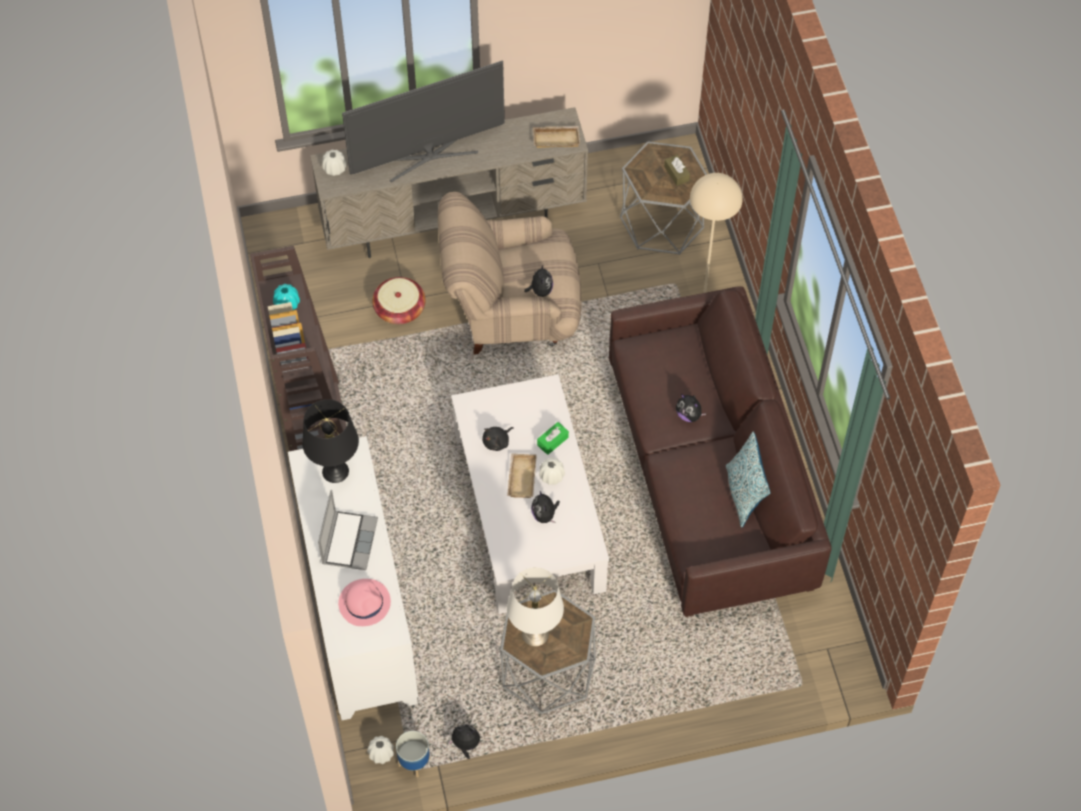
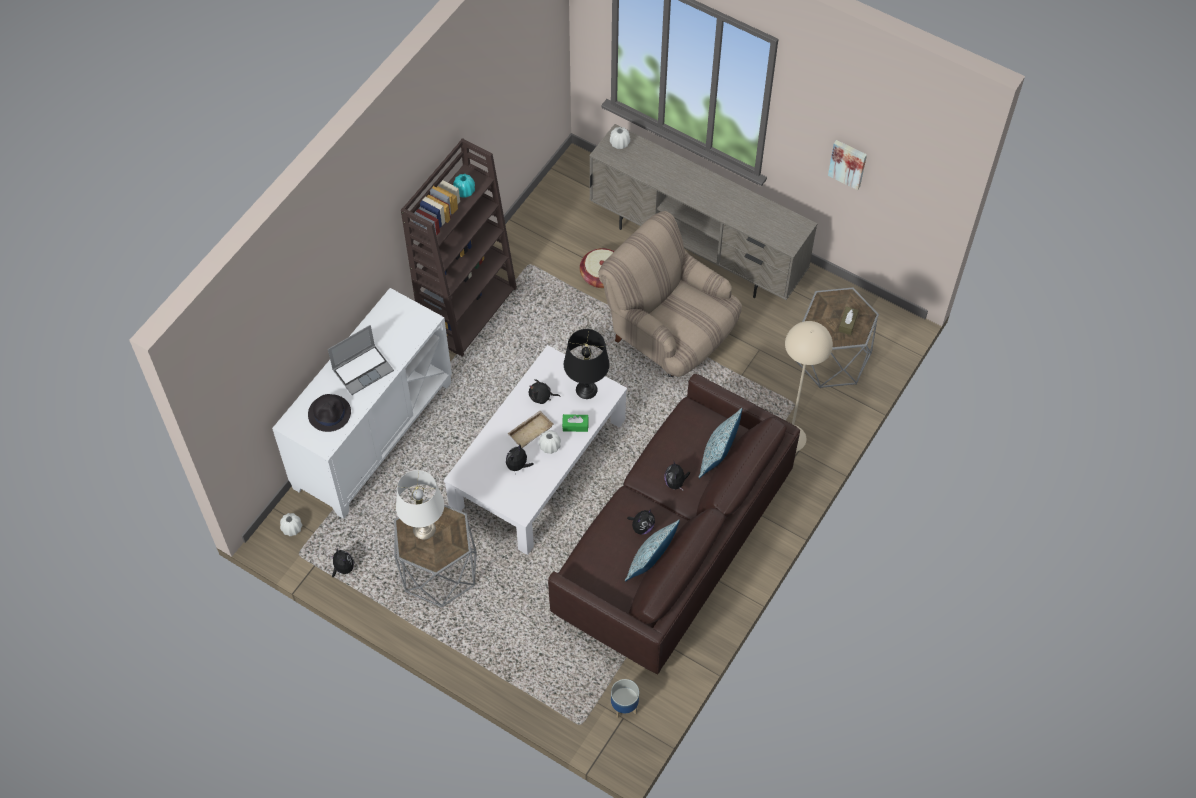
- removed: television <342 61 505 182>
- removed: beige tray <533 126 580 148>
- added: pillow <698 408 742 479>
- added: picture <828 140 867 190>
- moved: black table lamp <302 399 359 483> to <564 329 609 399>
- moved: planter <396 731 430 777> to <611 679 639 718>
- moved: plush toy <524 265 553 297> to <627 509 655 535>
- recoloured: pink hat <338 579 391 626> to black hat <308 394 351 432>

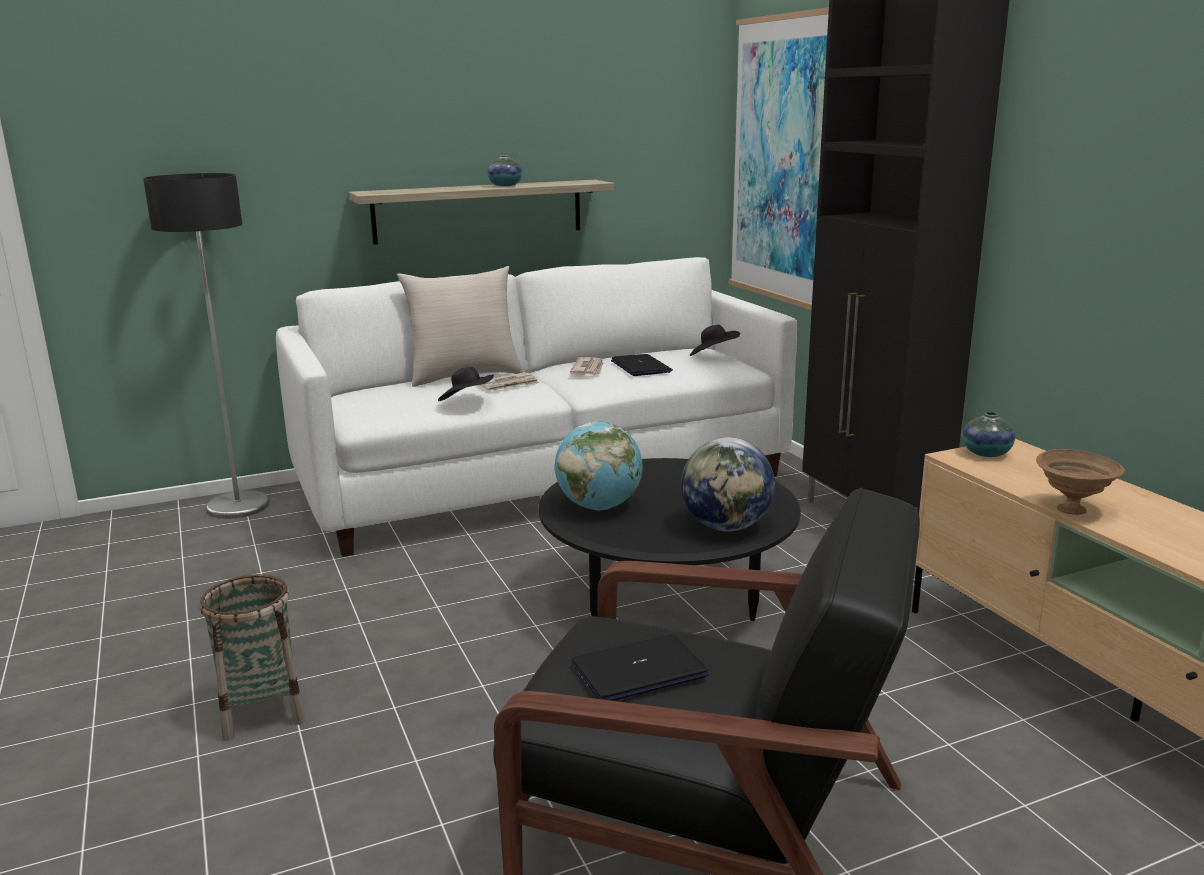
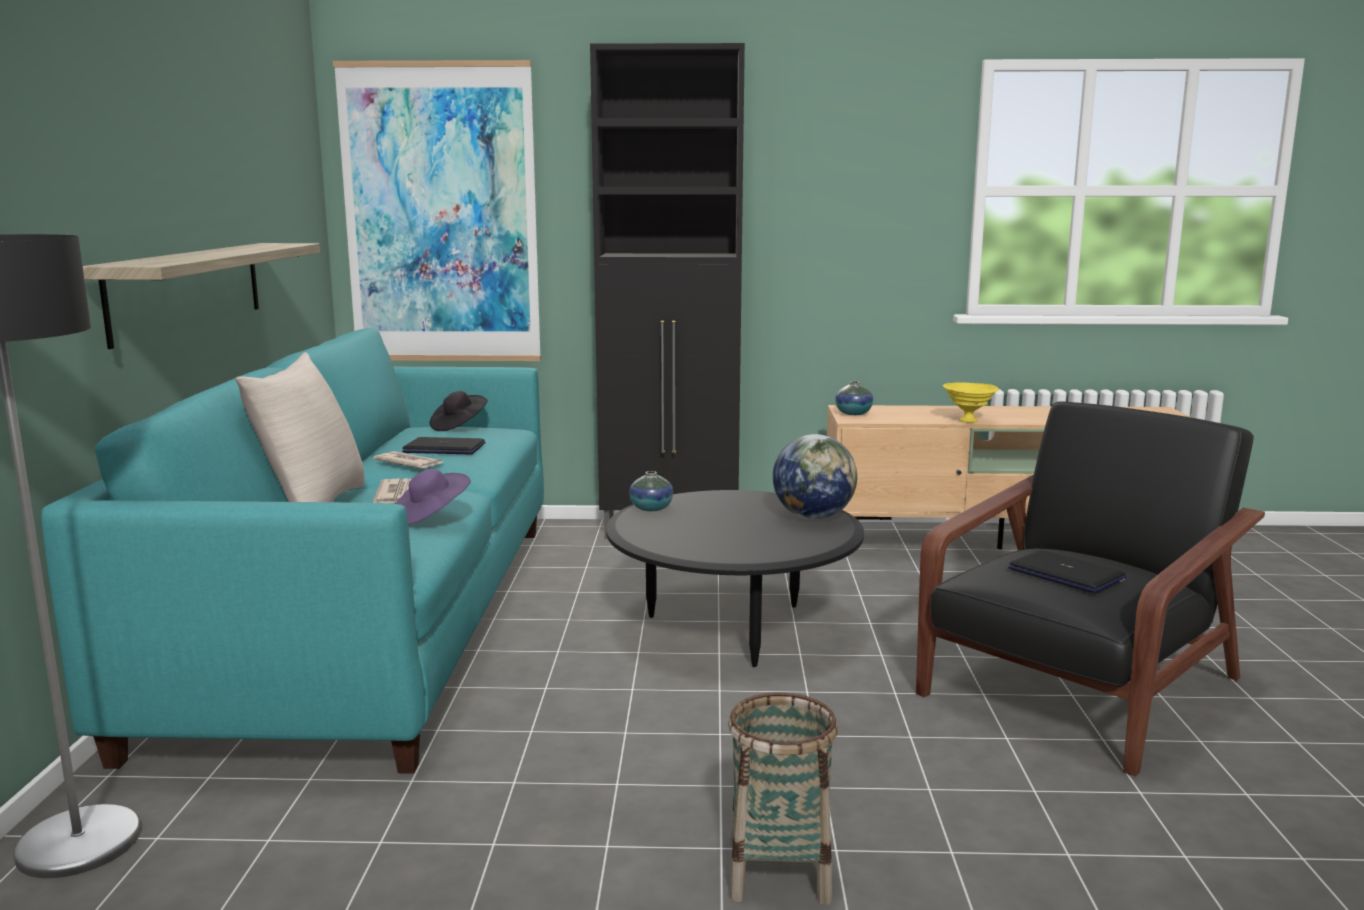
- removed: globe <555 421 643 510>
- moved: vase <487 155 522 186> to <629 471 673 511>
- recoloured: white sofa <276 257 797 557> to turquoise sofa <41 328 544 774>
- recoloured: black hat <438 367 494 401> to purple hat <395 469 471 525>
- recoloured: brown bowl <1036 449 1125 515> to yellow bowl <943 382 999 423>
- turned: laptop <572 634 709 701> = <1008 550 1126 594> 135 degrees clockwise

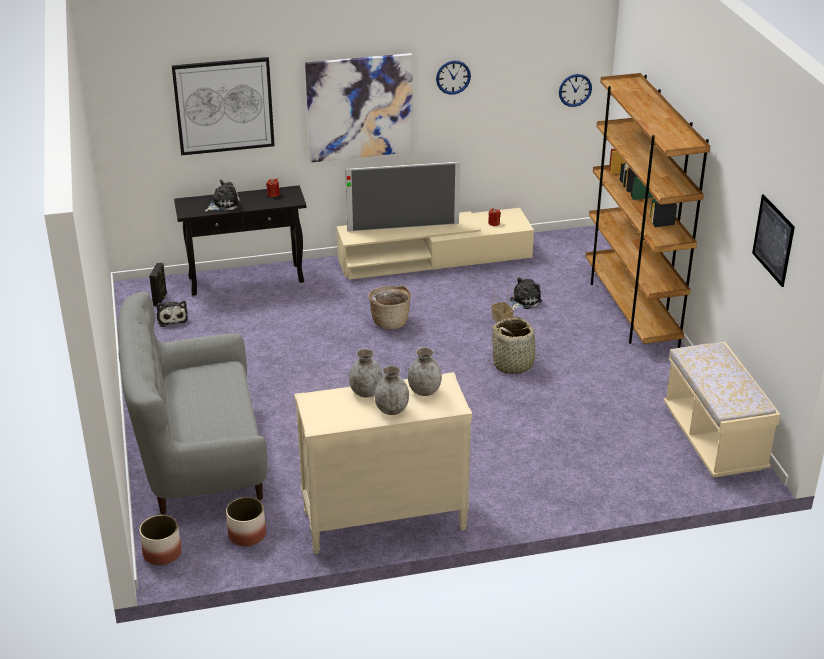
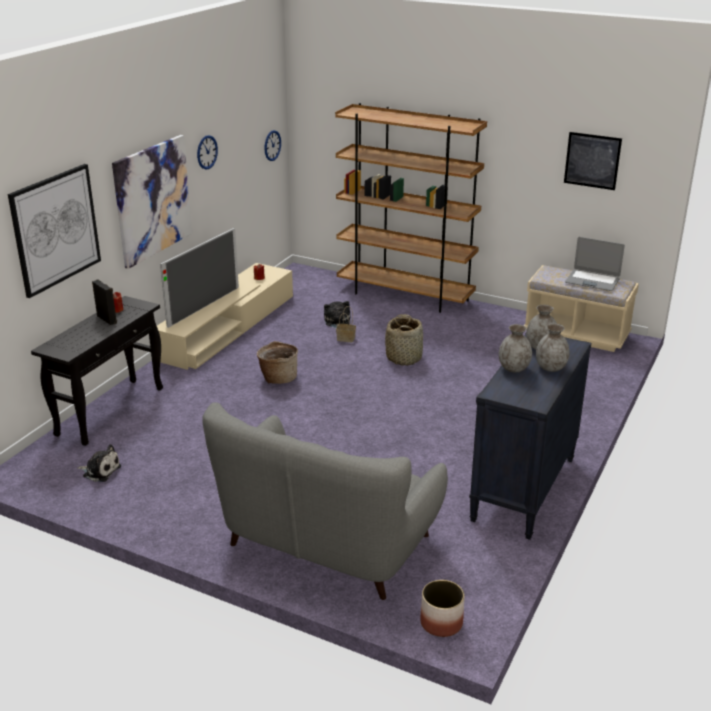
- removed: plush toy <205 180 242 212>
- removed: planter <226 497 266 546>
- added: laptop <565 237 625 291>
- moved: black speaker <149 263 167 306> to <92 279 117 325>
- recoloured: beige dresser <294 372 472 554> to black dresser <469 334 591 540>

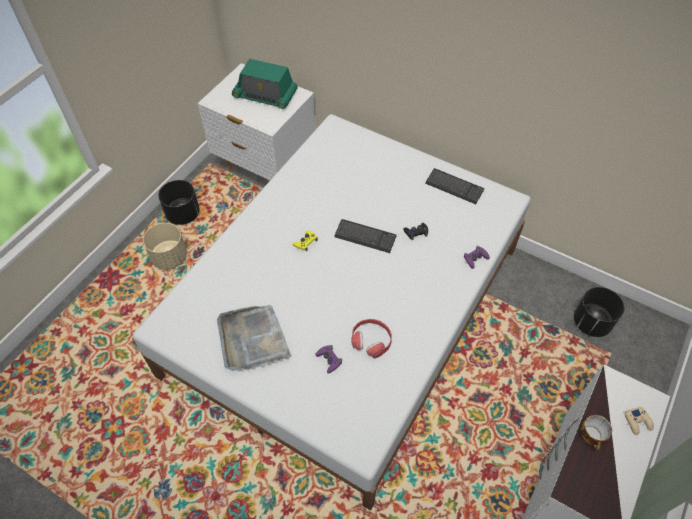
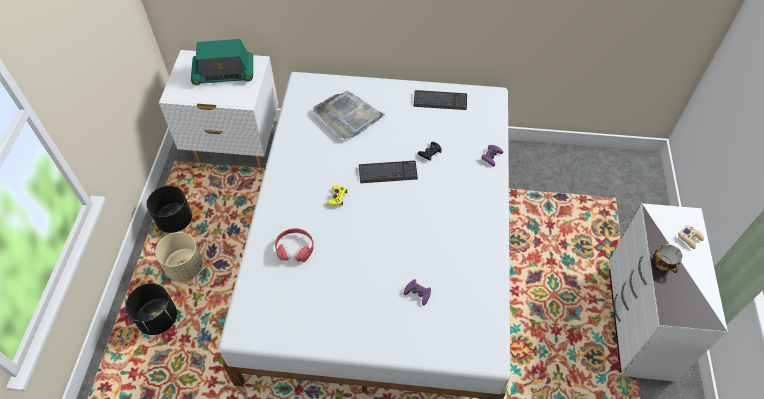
- moved: grey tray <217 305 291 371> to <313 91 386 139>
- moved: red headphones <351 319 392 358> to <275 228 314 262>
- moved: black planter <574 287 624 337> to <126 283 177 335>

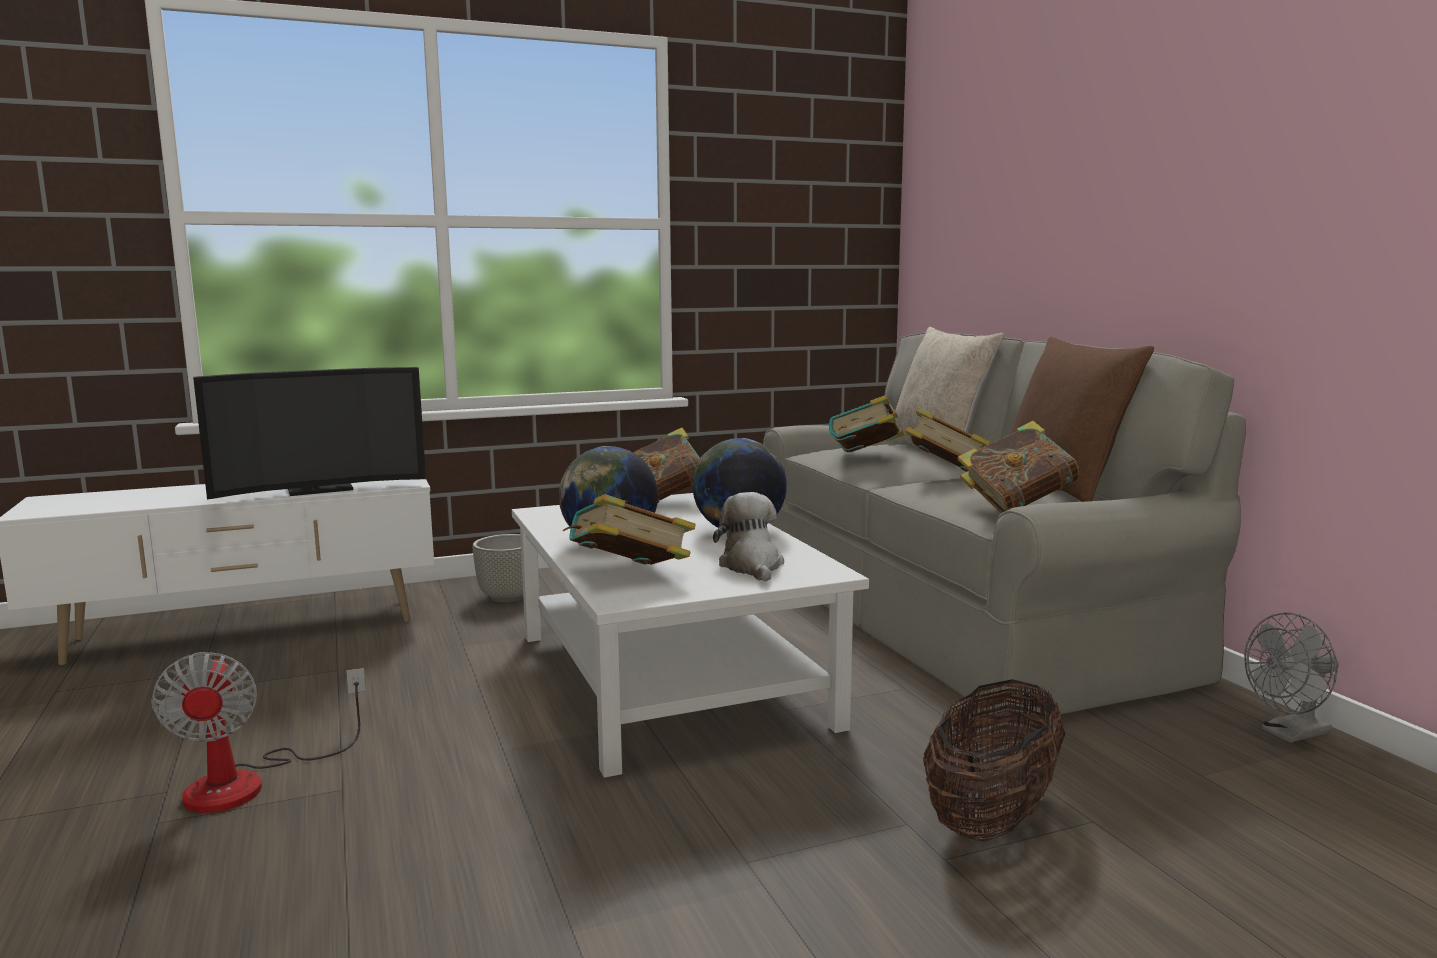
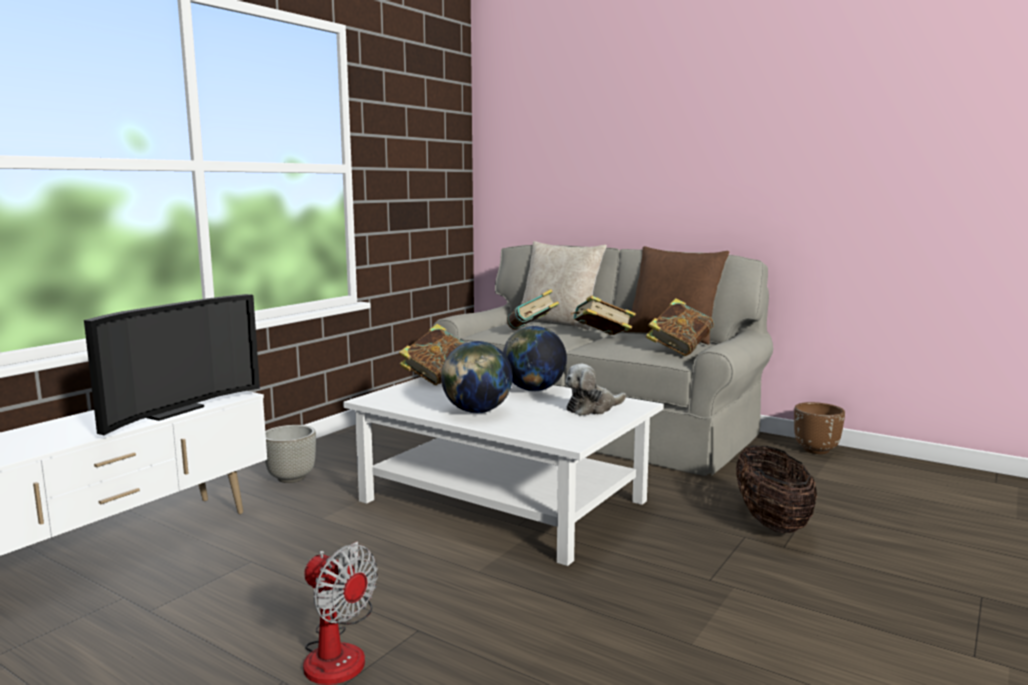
- removed: book <563 494 696 565>
- replaced: grey fan <1244 613 1339 743> to brown planter <794 402 845 454>
- turned: plush toy <713 492 784 582> = <565 364 626 416> 75 degrees counterclockwise

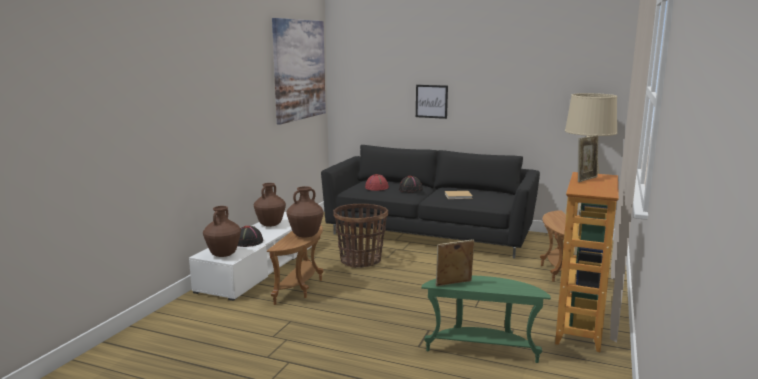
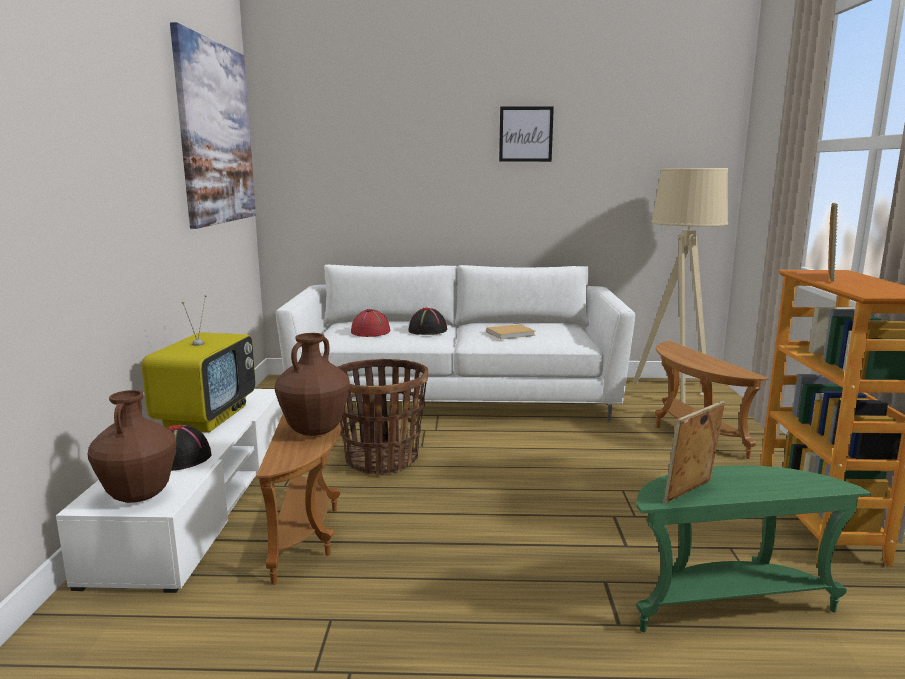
- moved: picture <416 85 448 119> to <499 107 554 162>
- replaced: brown vase <254 183 286 227> to television <141 295 256 433>
- recoloured: black sofa <321 145 540 259> to white sofa <276 265 635 422>

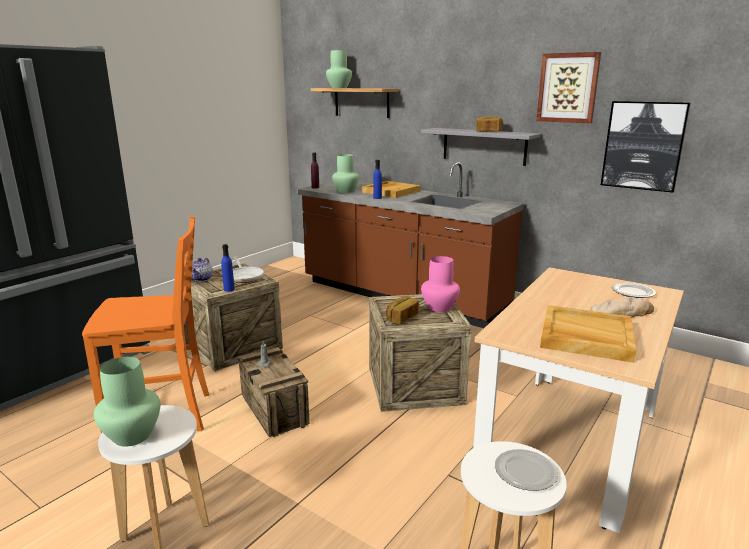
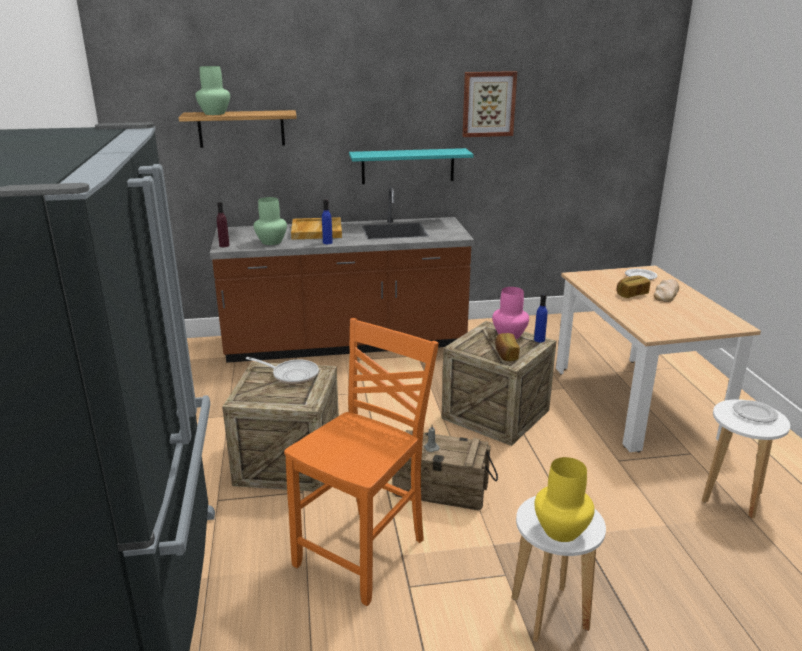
- removed: teapot <192 258 213 282>
- removed: beige tray <540 305 637 363>
- removed: picture <601 101 691 193>
- moved: blue bottle <221 244 235 292> to <534 294 548 342>
- moved: bread <476 116 503 132> to <617 276 650 298>
- recoloured: green vase <94 357 160 447> to yellow vase <534 457 595 542>
- recoloured: grey shelf <421 128 541 166> to turquoise shelf <349 148 473 184>

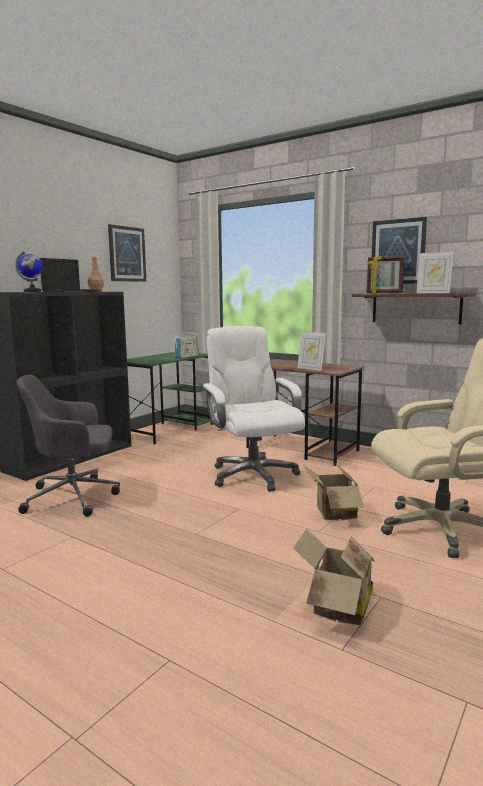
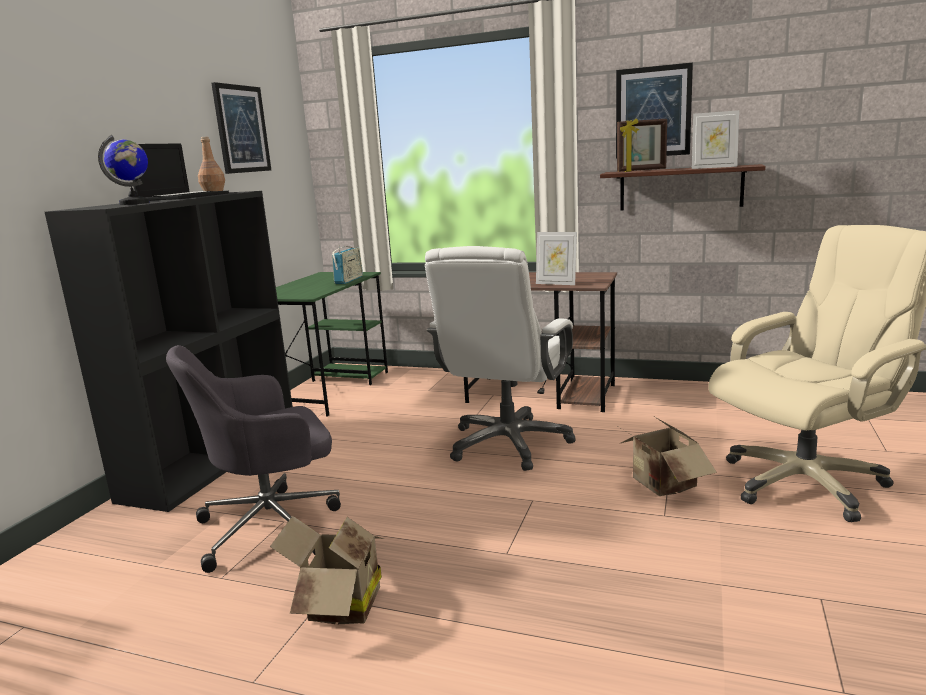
- moved: cardboard box <293 529 375 625> to <270 516 384 624>
- turned: white office chair <202 326 305 492> = <425 246 576 471> 120 degrees counterclockwise

